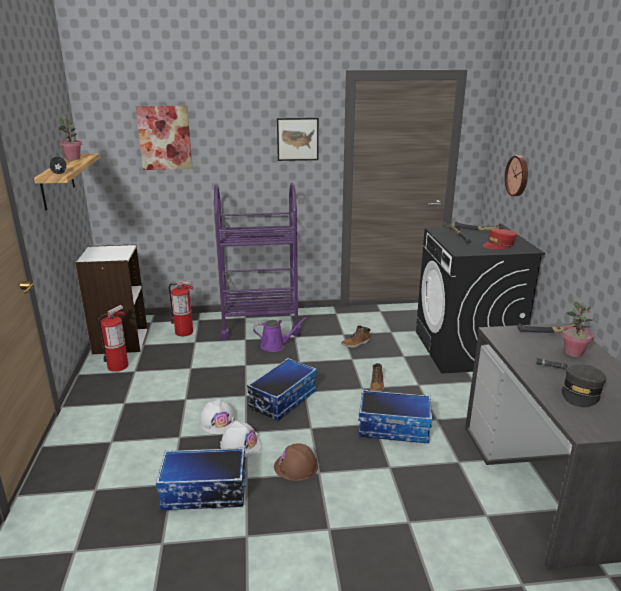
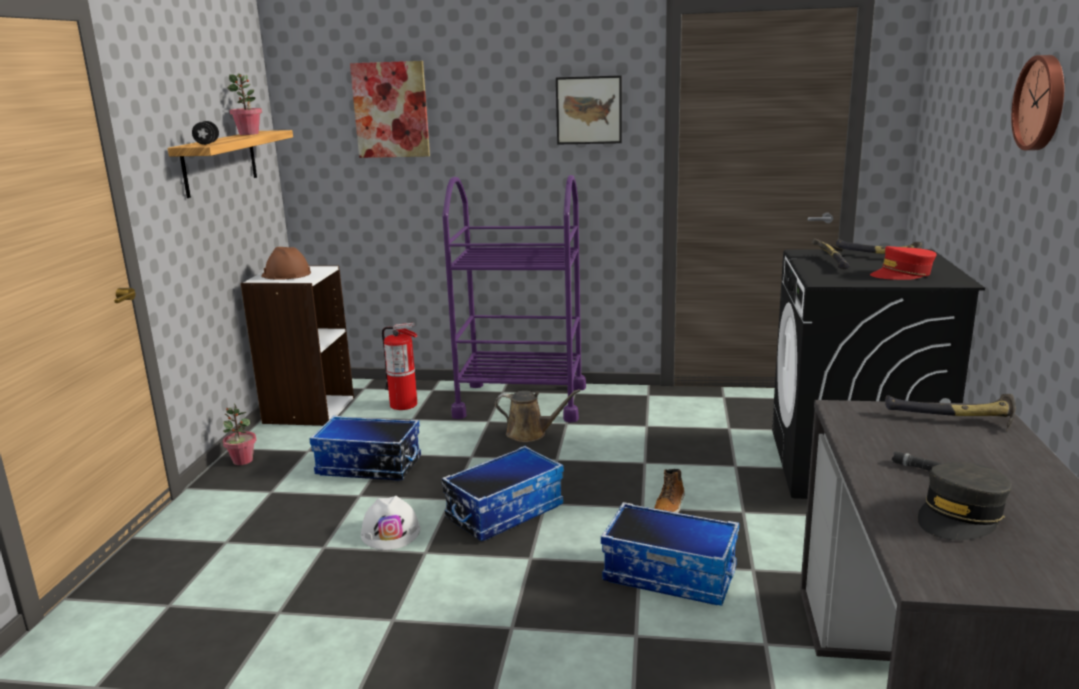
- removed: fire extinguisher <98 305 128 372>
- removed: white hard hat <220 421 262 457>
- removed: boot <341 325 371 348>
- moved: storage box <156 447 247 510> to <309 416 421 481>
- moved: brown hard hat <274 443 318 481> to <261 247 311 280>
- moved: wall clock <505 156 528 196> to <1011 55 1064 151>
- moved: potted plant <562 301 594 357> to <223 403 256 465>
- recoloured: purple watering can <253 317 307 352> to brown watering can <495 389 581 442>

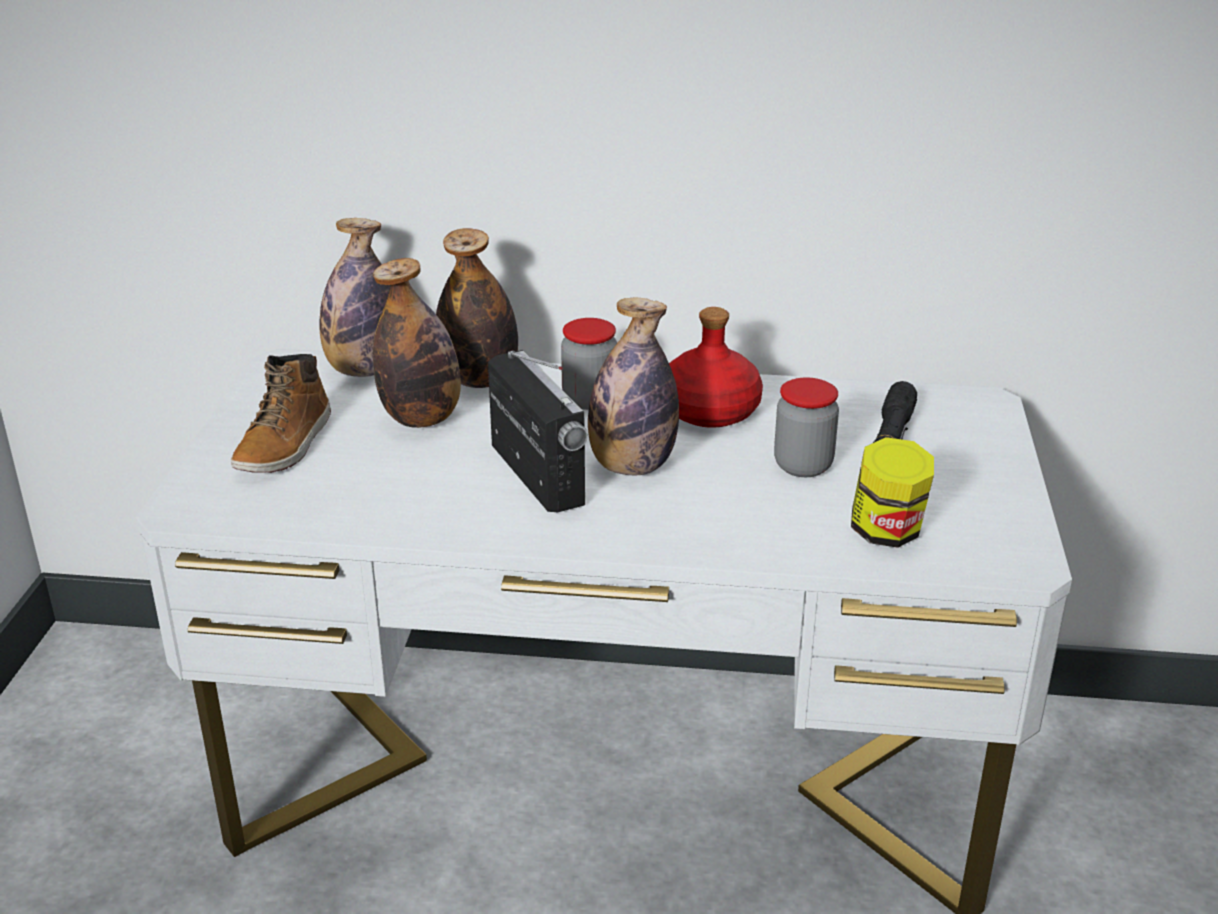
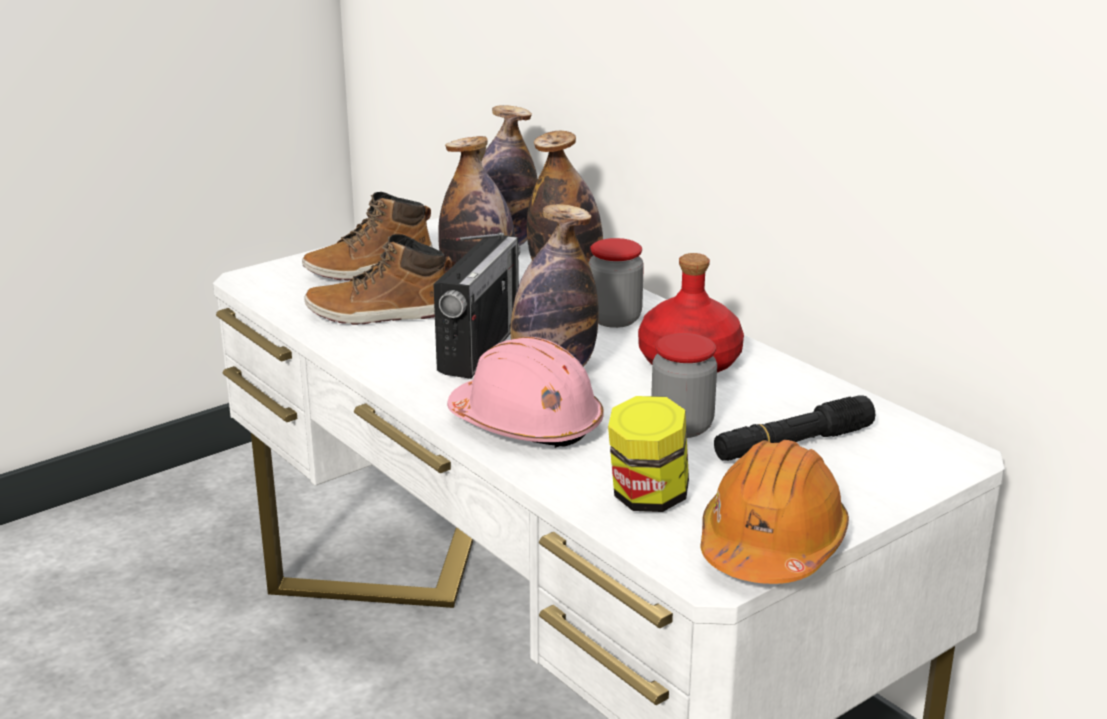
- added: boot <304 234 452 325>
- added: pink hard hat <447 337 604 448>
- added: orange hard hat <701 440 849 584>

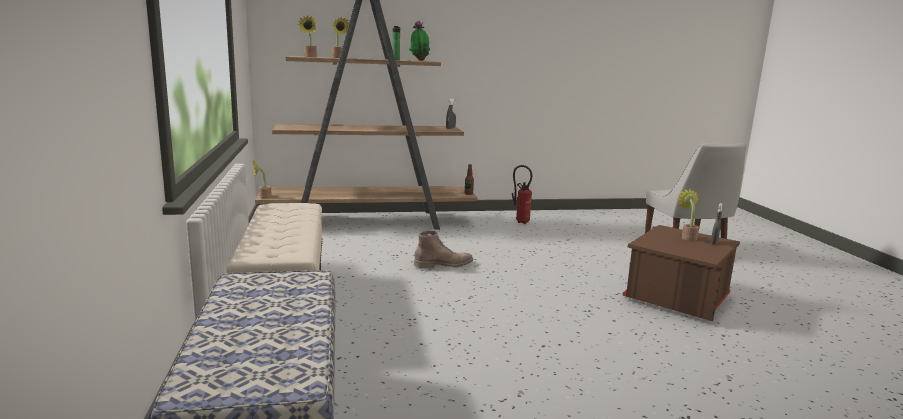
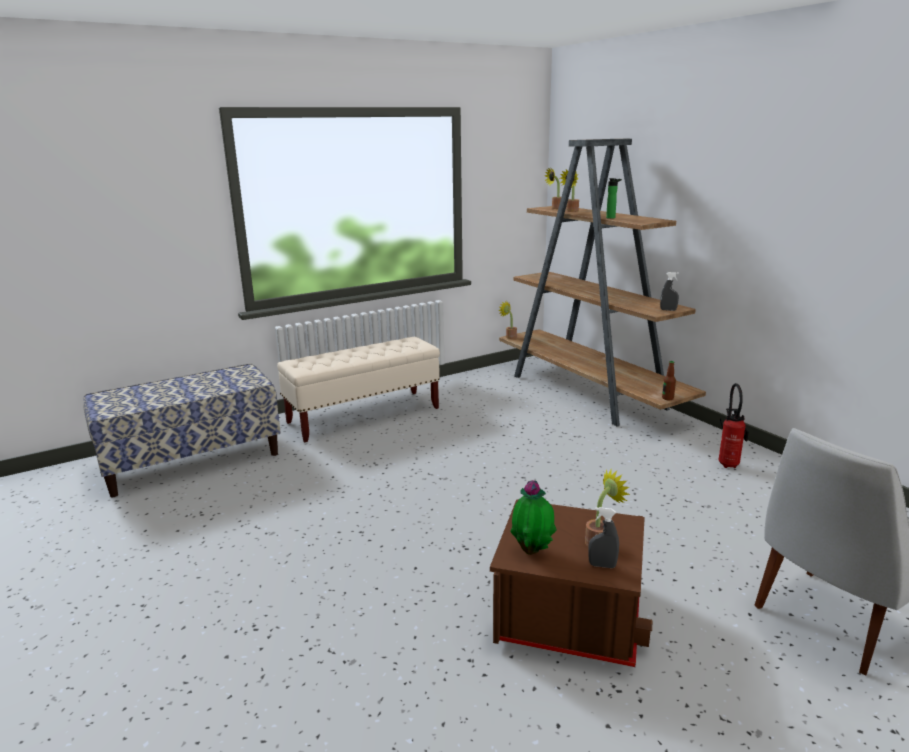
- removed: brown boot <414 230 473 268>
- moved: potted plant <409 21 430 61> to <511 480 557 555>

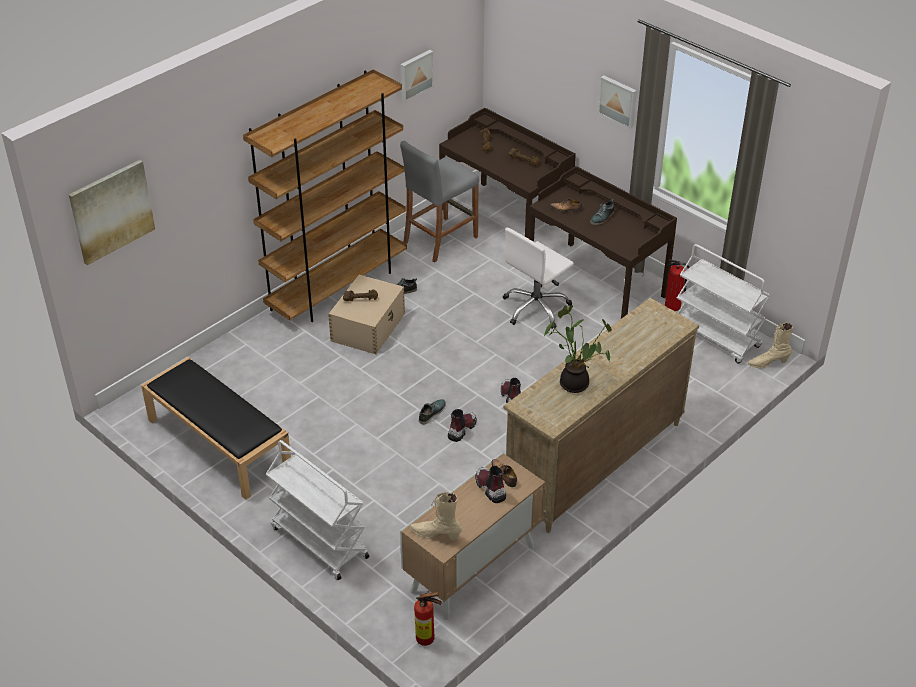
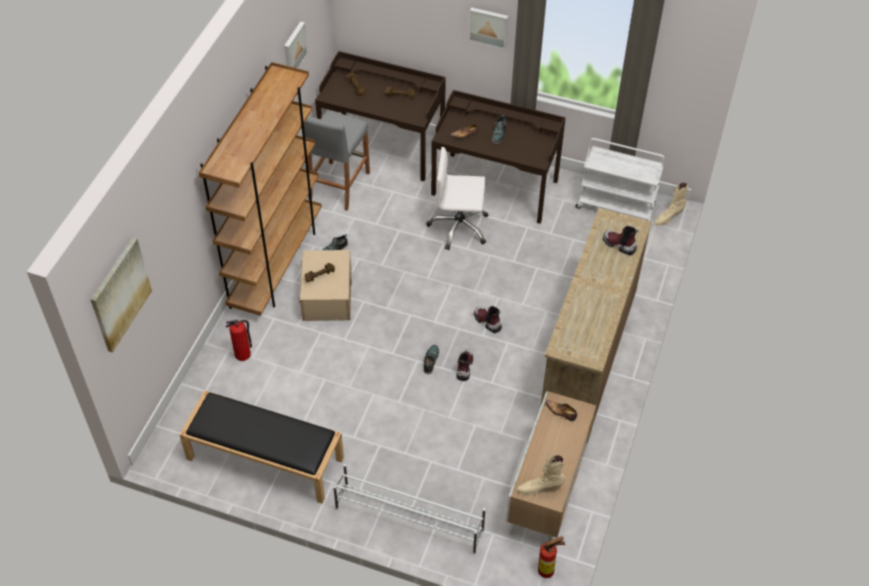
- removed: potted plant <544 305 612 393>
- moved: boot <475 466 506 503> to <603 226 639 255>
- moved: fire extinguisher <665 260 690 311> to <226 320 252 361>
- replaced: white cart <266 440 369 580> to white shoe rack <333 464 486 555>
- turned: white office chair <503 228 574 329> = <426 147 488 250> 75 degrees clockwise

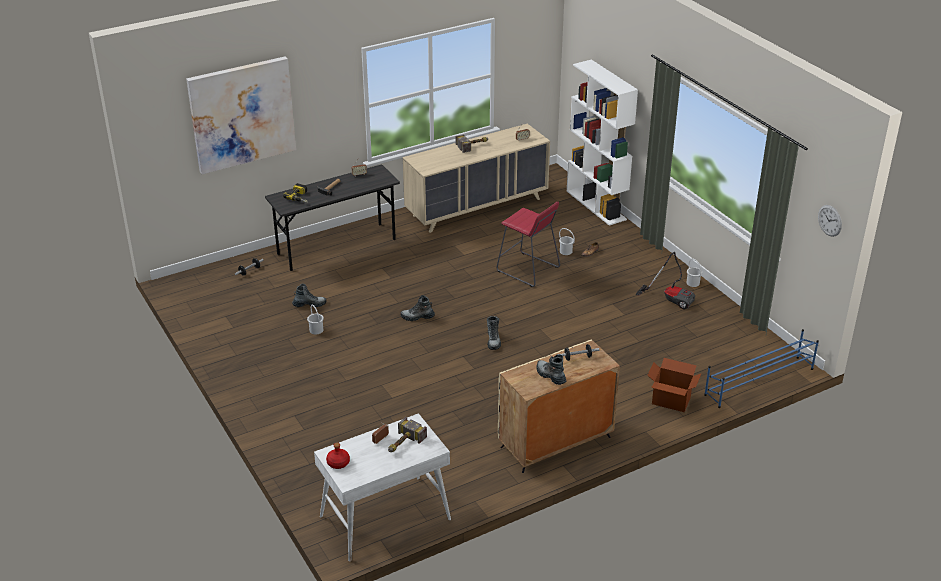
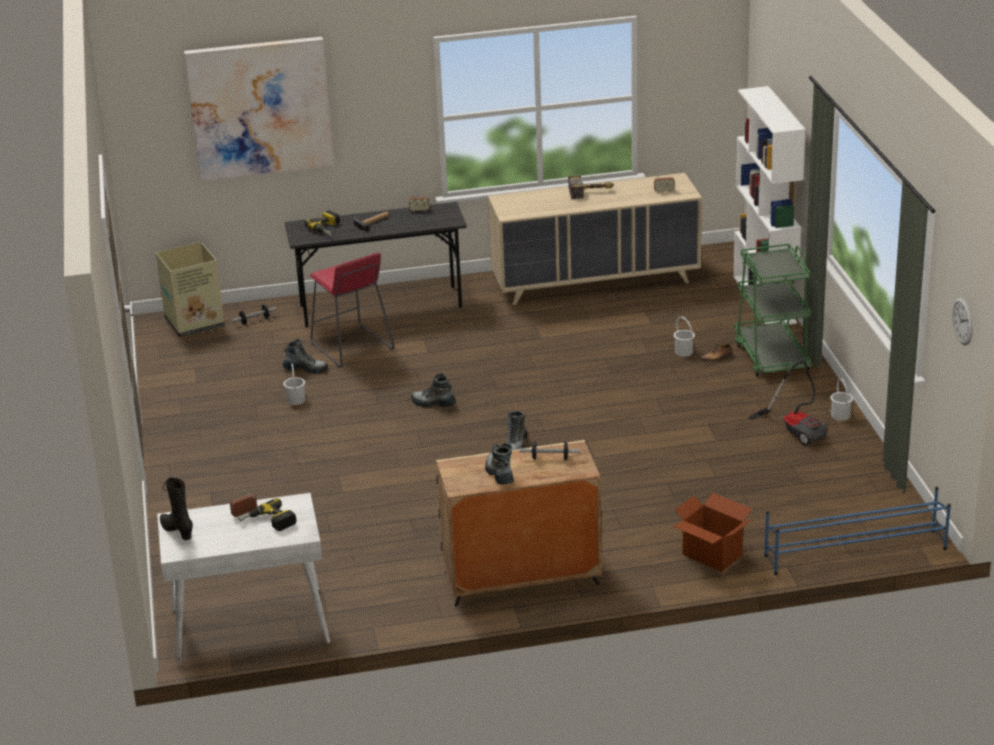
- added: cardboard box <156 242 225 337>
- added: green cart <734 244 811 377>
- moved: red stool <497 202 560 287> to <310 253 394 368>
- replaced: red bottle <326 443 350 469> to black boot <160 477 193 540>
- replaced: hammer <388 417 427 452> to power drill <238 498 296 531>

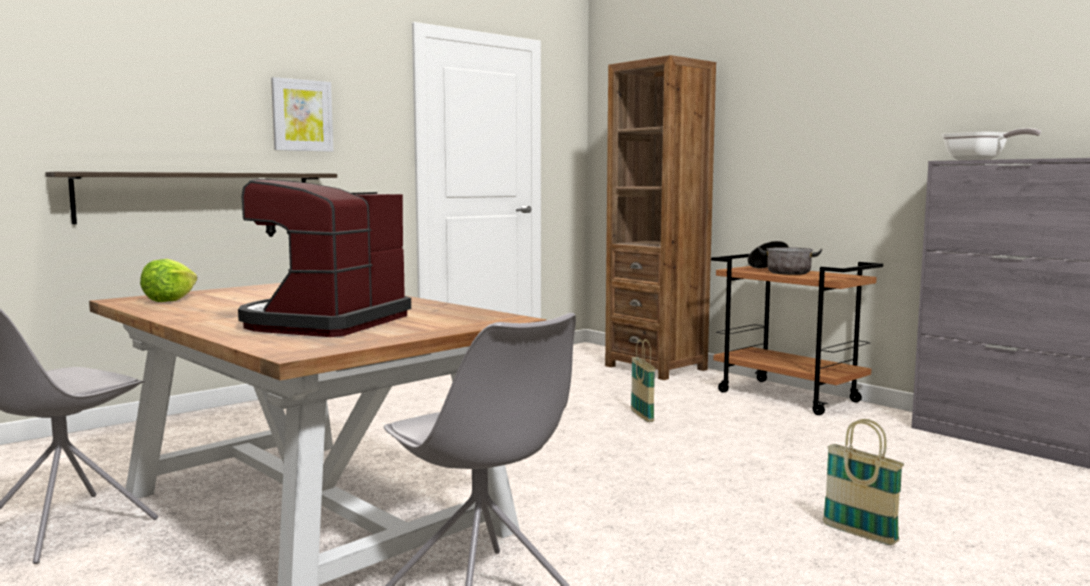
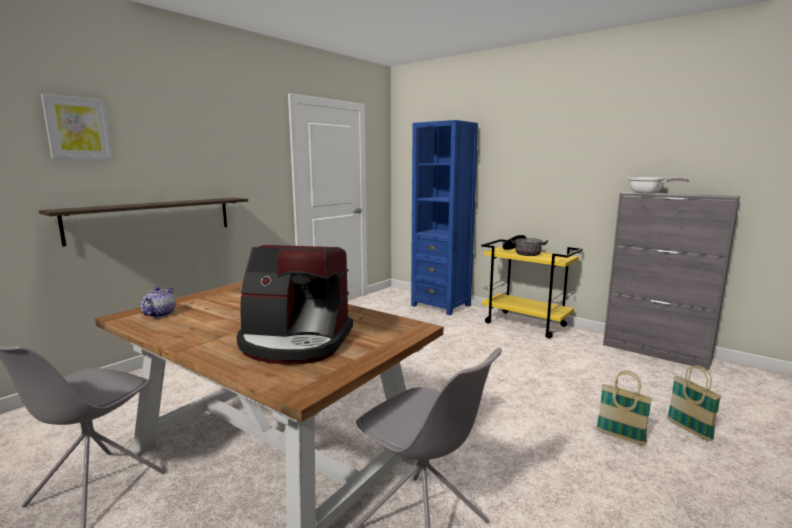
- moved: picture <271 77 333 152> to <41 94 112 159>
- moved: basket <631 339 655 422> to <667 365 722 441>
- replaced: lettuce <140 259 197 302> to teapot <141 287 176 318>
- recoloured: brown bookcase <605 55 716 380> to blue bookcase <411 120 478 315>
- recoloured: brown cart <711 254 883 415> to yellow cart <481 239 583 339>
- turned: coffee machine <238 179 411 337> = <237 245 353 365> 90 degrees counterclockwise

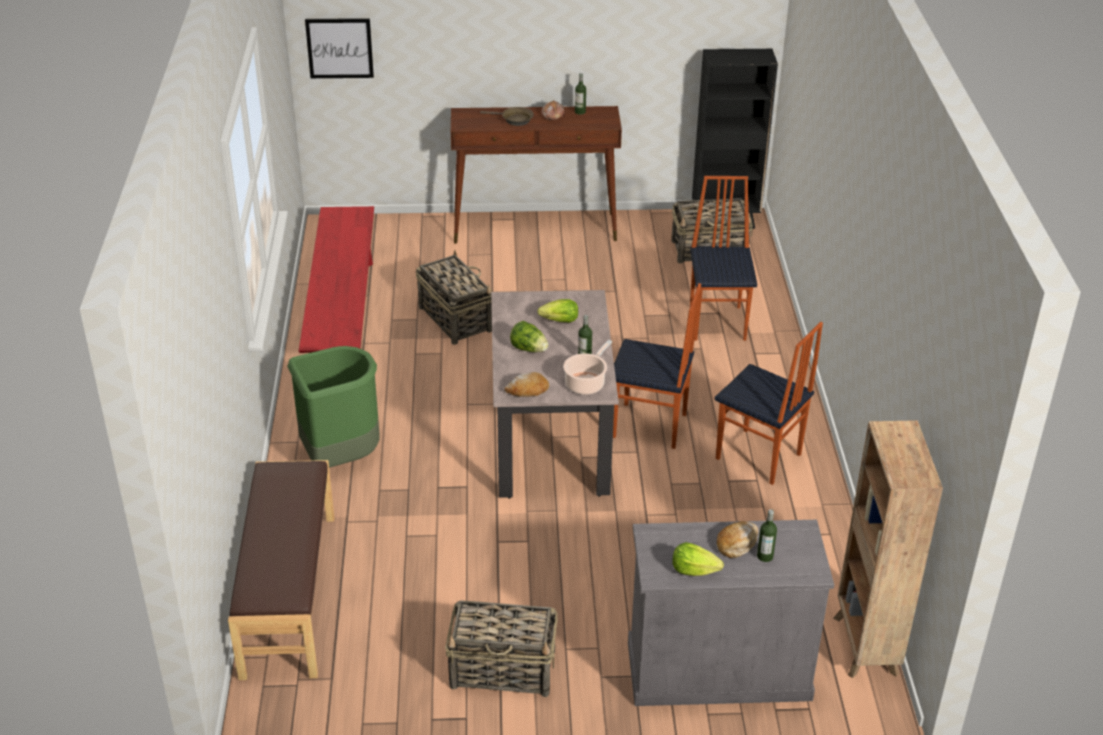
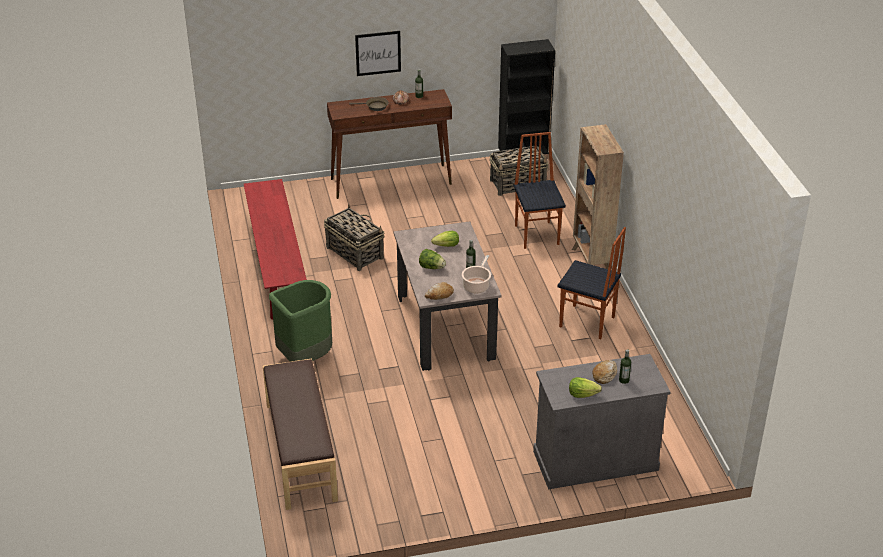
- removed: basket <445 600 557 697>
- removed: chair <613 283 701 449>
- moved: picture <305 18 374 78> to <355 31 401 76>
- moved: brown bookcase <833 420 943 678> to <572 124 624 269>

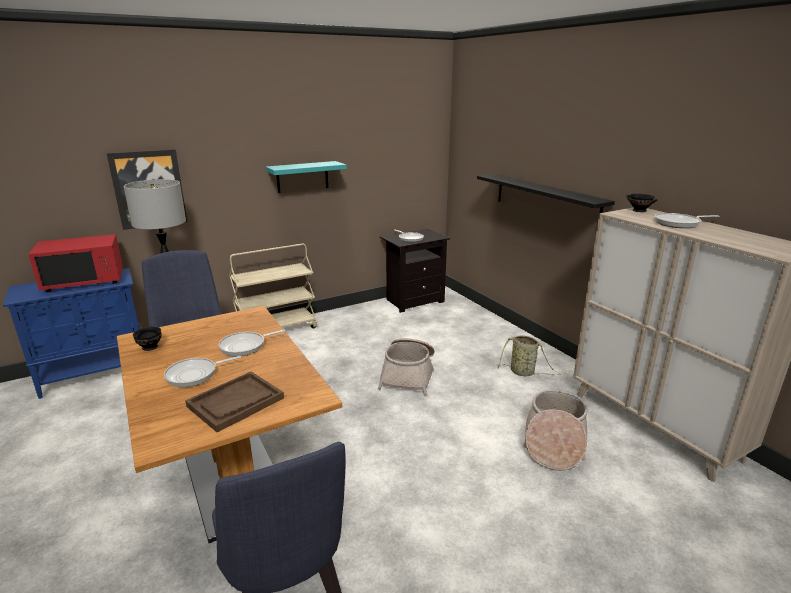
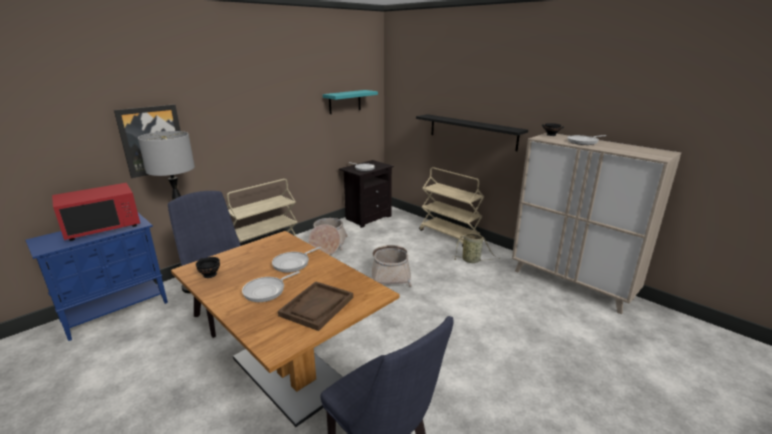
- added: beige cart <419 167 484 247>
- moved: turquoise shelf <266 161 347 193> to <323 90 378 114>
- moved: basket <523 390 588 471> to <308 218 348 255>

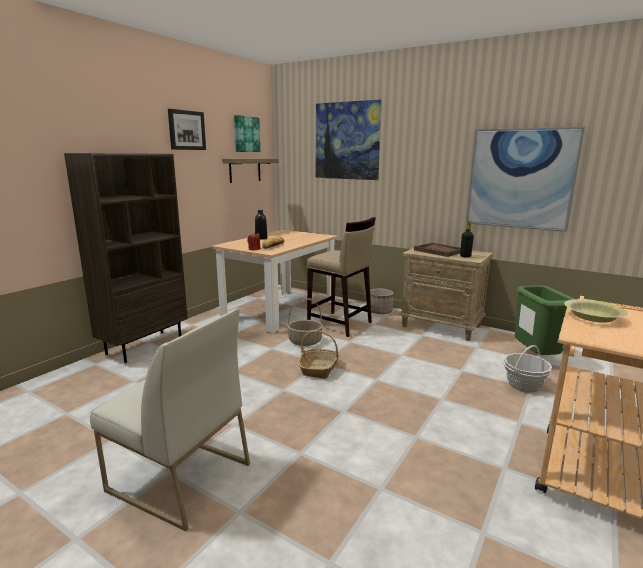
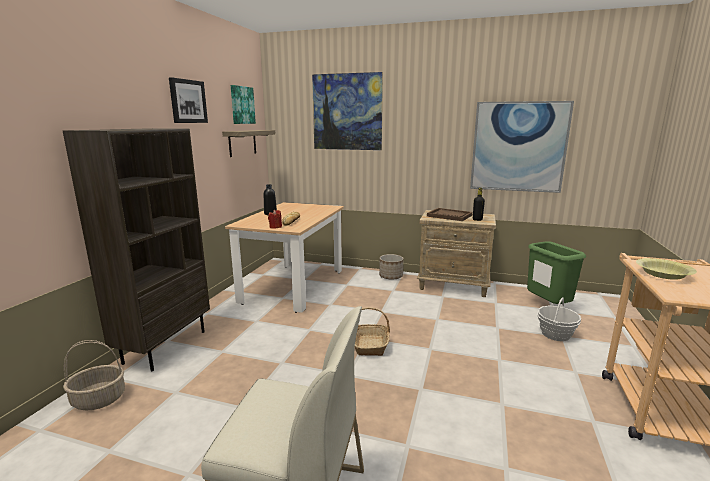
- removed: beige stool <307 217 376 337>
- moved: basket <287 298 323 346> to <63 340 125 411>

